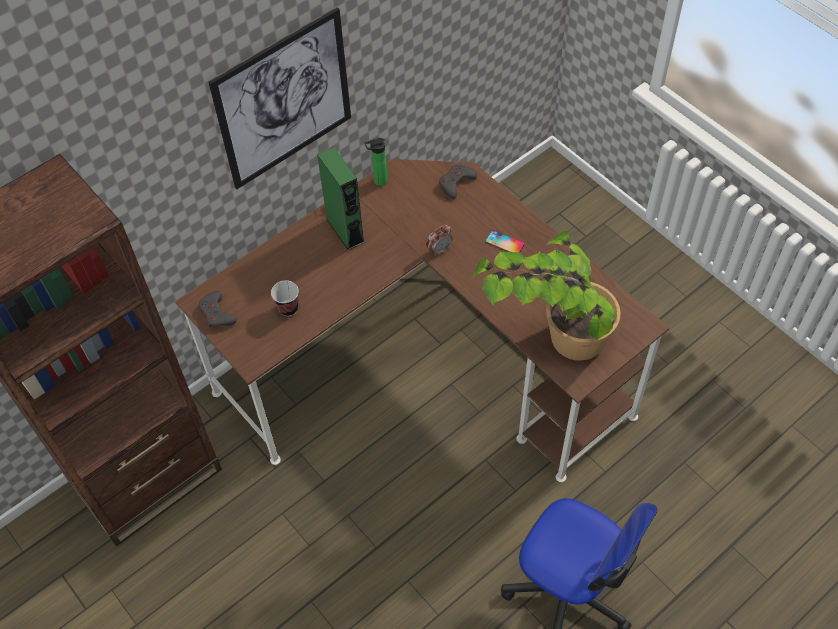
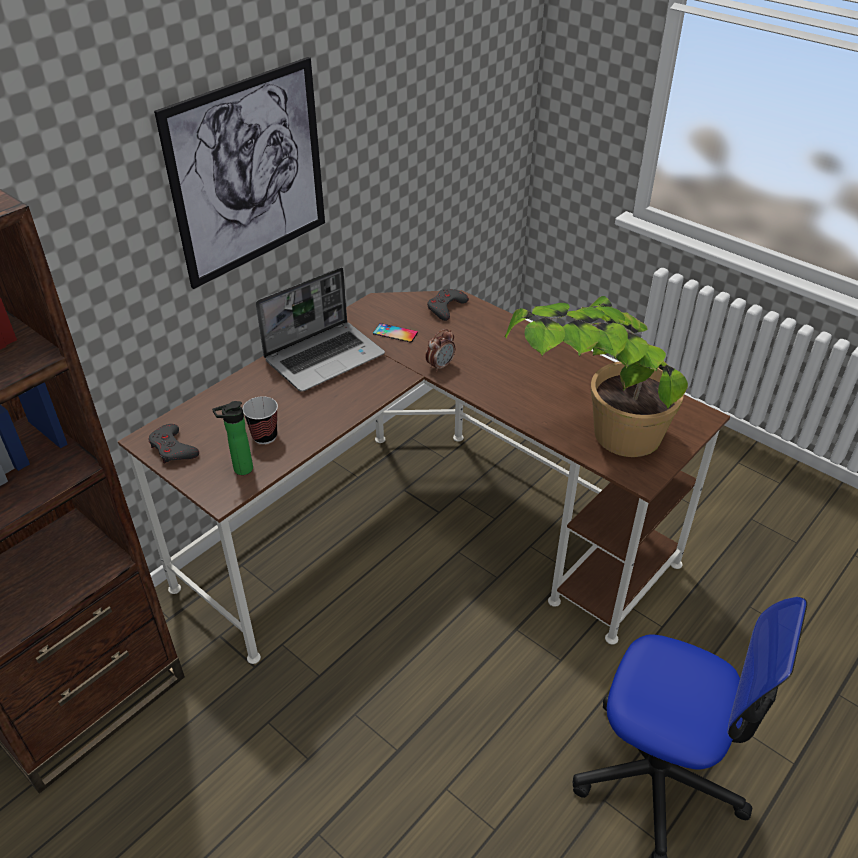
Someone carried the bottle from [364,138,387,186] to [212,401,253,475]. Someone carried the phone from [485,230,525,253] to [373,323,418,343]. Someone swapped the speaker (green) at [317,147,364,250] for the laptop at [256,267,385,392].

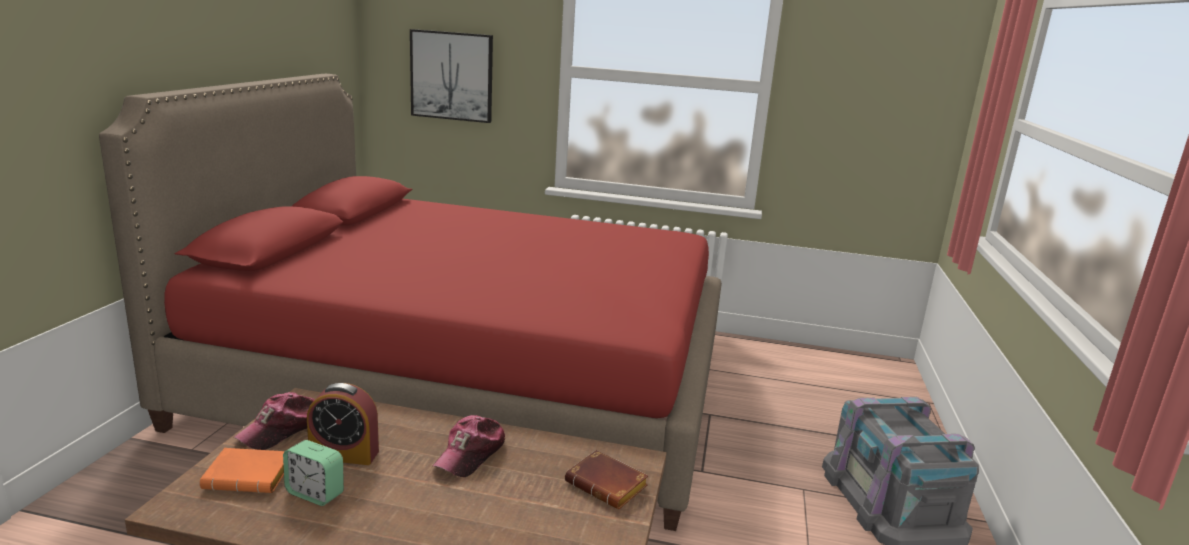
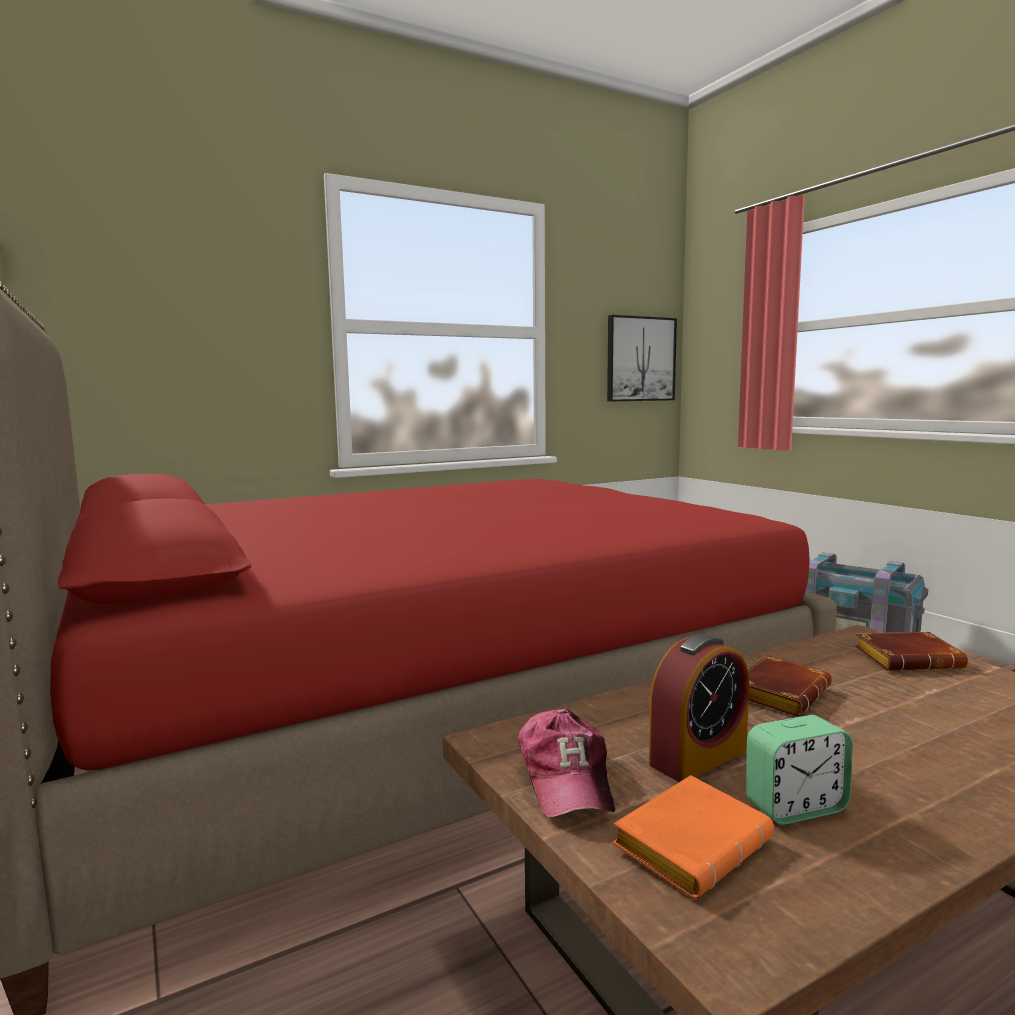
Someone carried the picture from [410,29,493,123] to [607,315,677,401]. Someone swapped the cap at [433,415,505,477] for the book (brown) at [748,655,832,717].

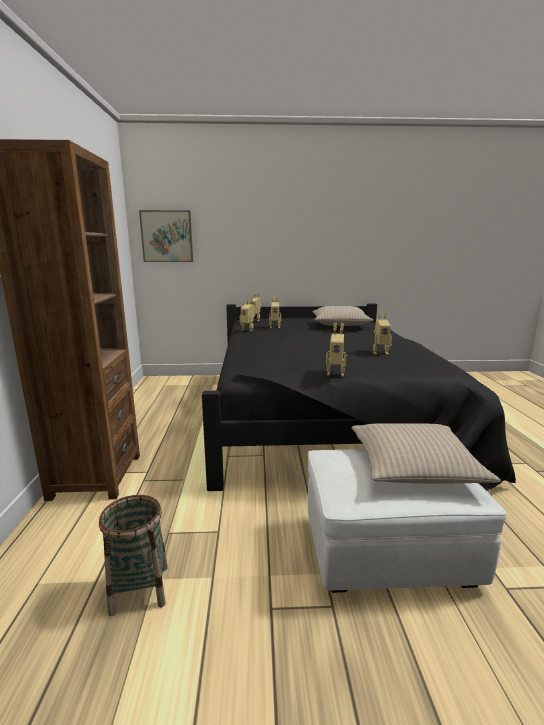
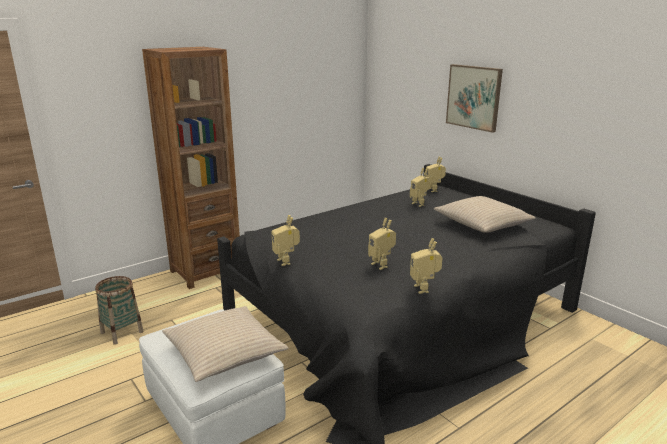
Someone carried the picture from [139,210,193,262] to [446,64,503,133]. Someone carried the toy robot from [240,297,255,331] to [410,238,443,294].

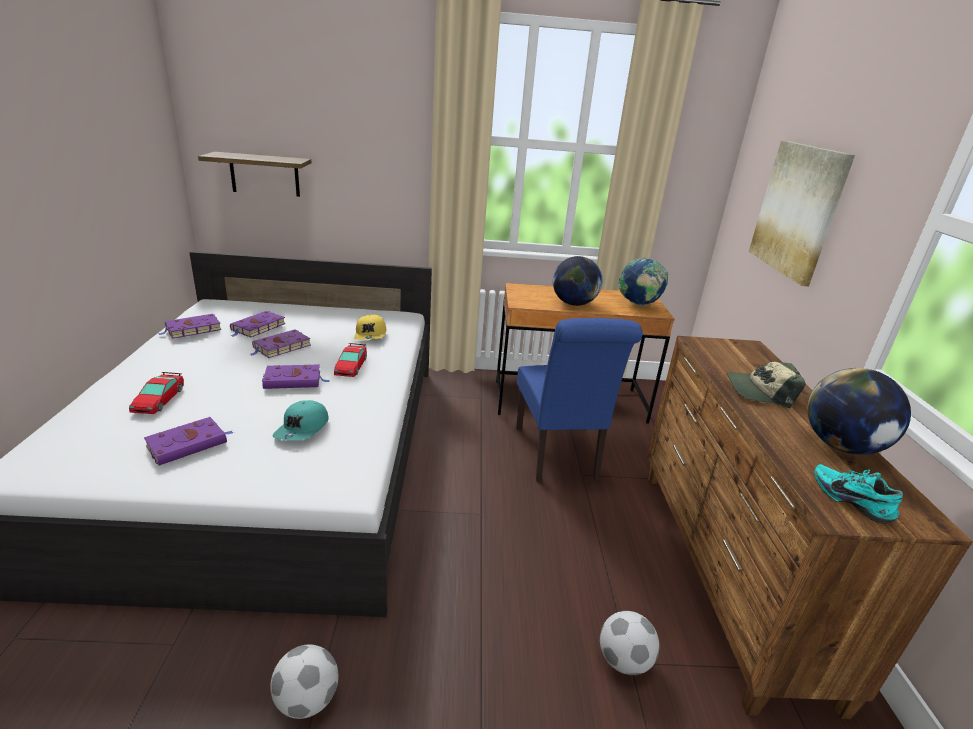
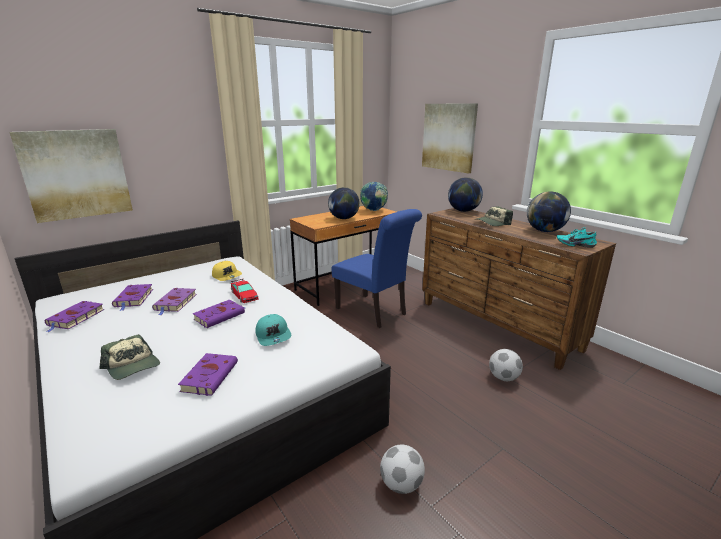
Someone put down the globe at [448,177,483,212]. Someone swapped the toy car at [129,372,184,414] for the cap at [100,335,160,380]. Someone swapped the shelf at [198,152,312,197] for the picture at [9,129,133,223].

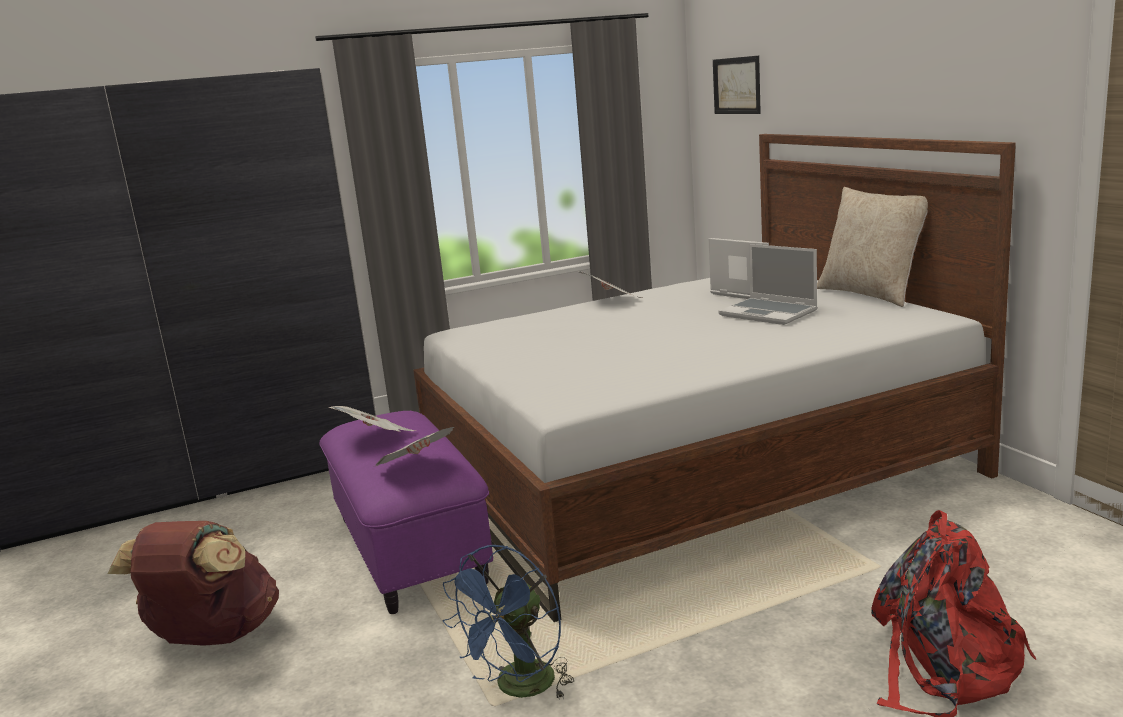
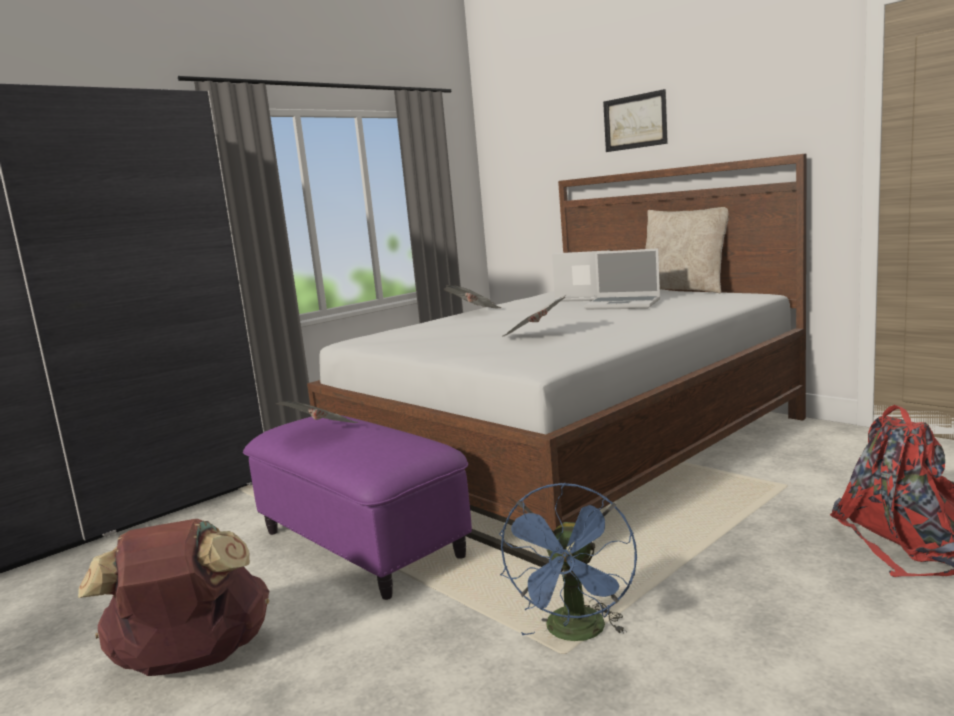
Someone carried the newspaper from [375,427,454,466] to [502,295,566,337]. Someone carried the picture from [713,56,761,114] to [603,89,668,152].

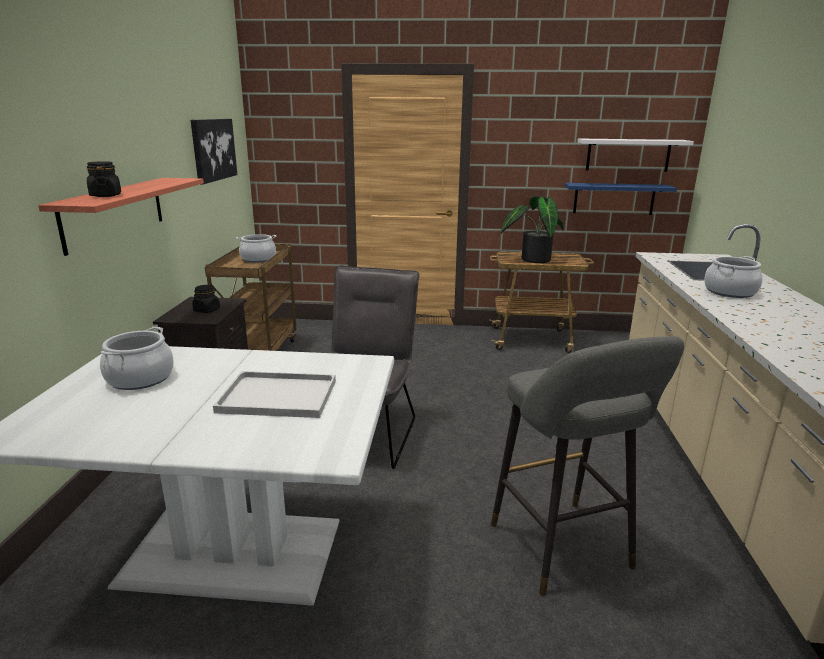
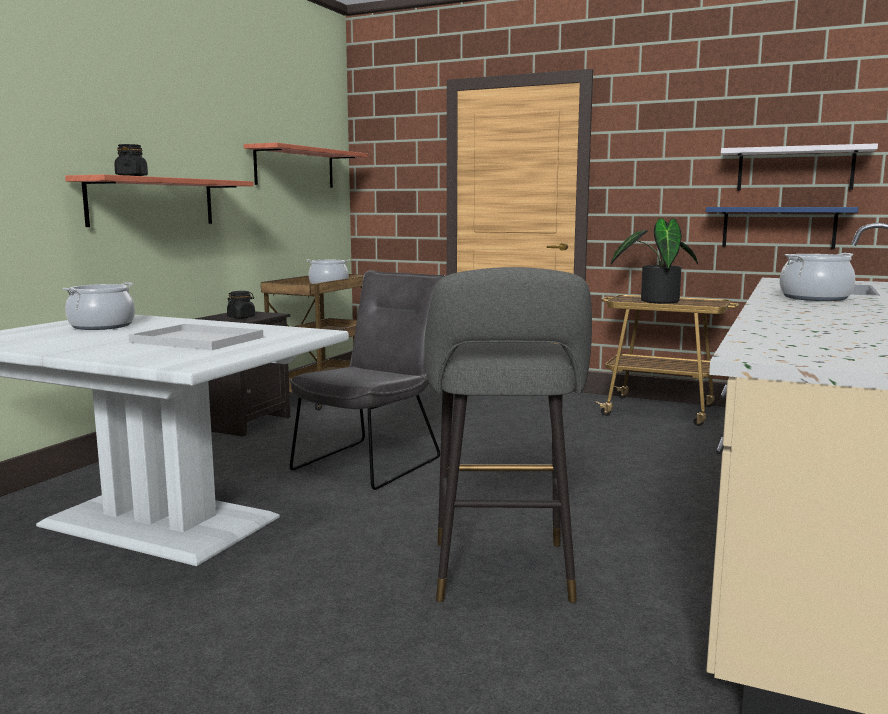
Someone swapped the picture at [191,119,237,184] for the shelf at [244,143,367,188].

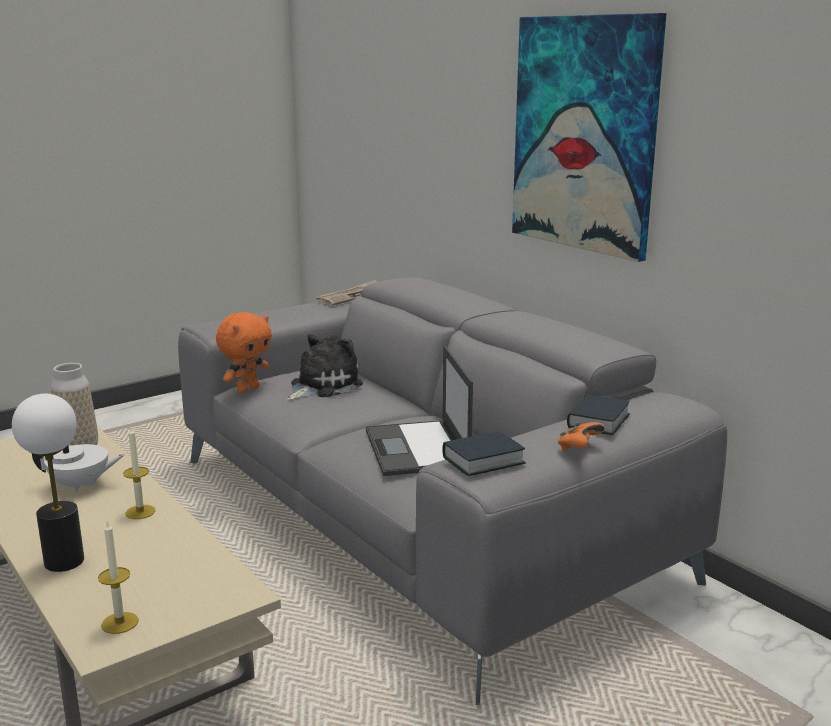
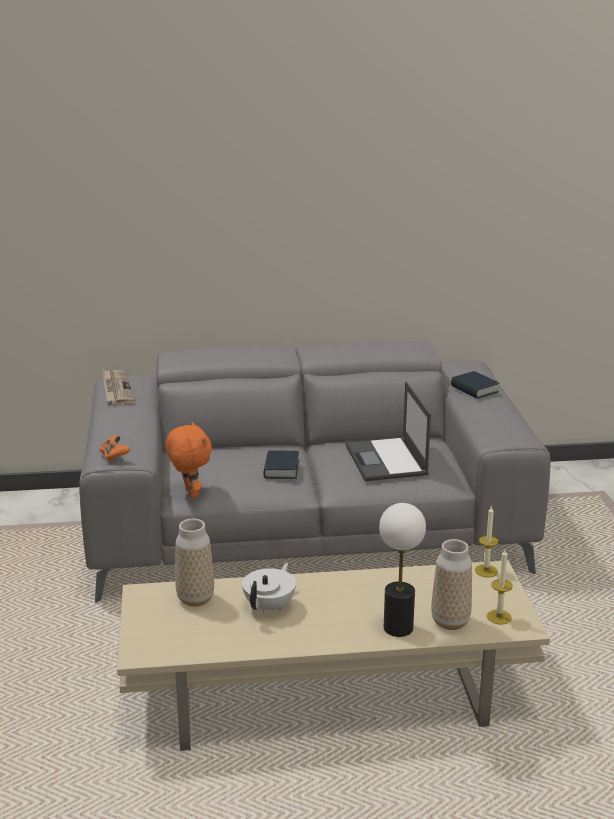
Someone took away the plush toy at [287,334,363,401]. Someone took away the picture at [512,13,666,262]. Someone put down the vase at [431,539,472,630]. Someone carried the candle from [123,427,155,519] to [475,505,499,577]. Someone carried the book from [442,431,526,476] to [263,450,299,479]. Someone carried the game controller (orange) from [558,422,605,451] to [99,435,130,462]. Someone rotated the laptop at [366,346,473,476] by 60 degrees clockwise.

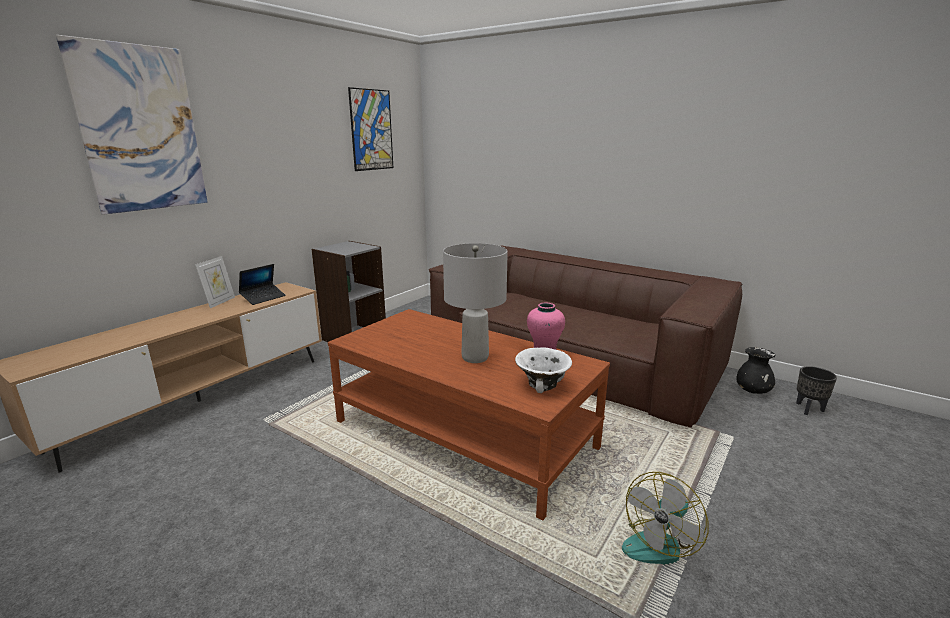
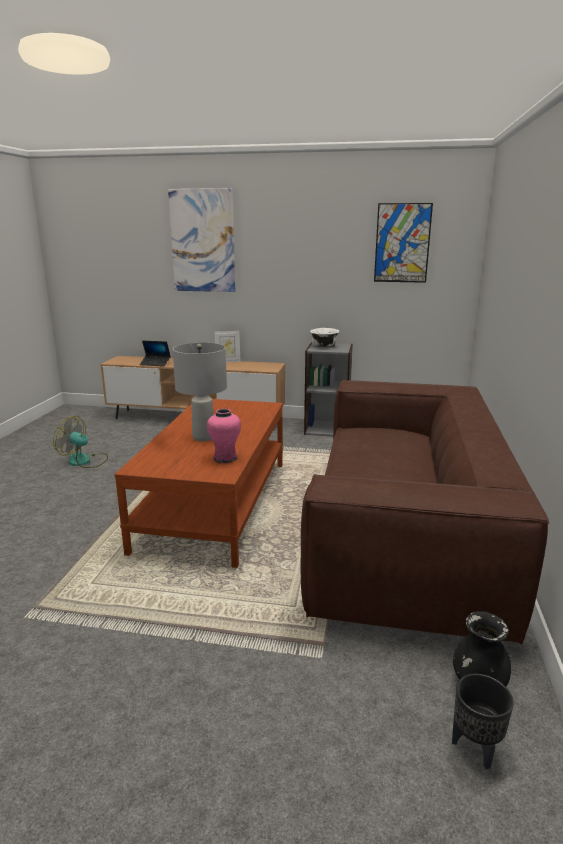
Someone carried the laptop from [239,264,286,305] to [140,341,171,367]. Someone carried the bowl (white) from [515,347,572,393] to [310,328,339,347]. Someone carried the fan from [622,472,709,565] to [53,416,108,468].

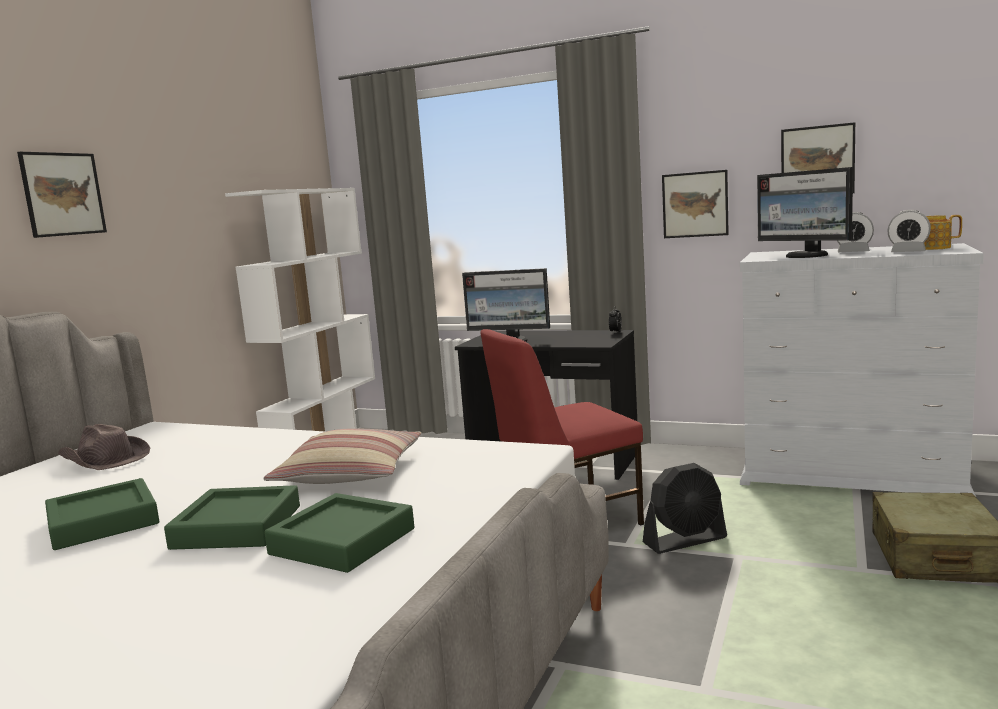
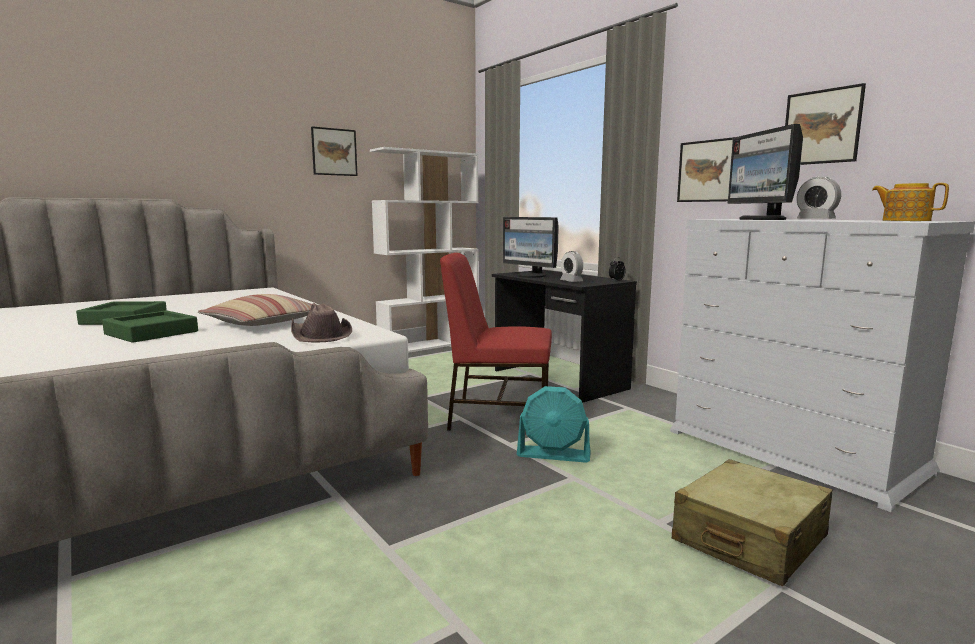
Someone took away the tray (green) at [264,493,414,573]. Someone carried the picture from [17,152,107,238] to [311,126,358,176]. Someone carried the hat (brown) from [58,424,151,470] to [291,303,352,342]. Someone carried the alarm clock from [888,210,931,252] to [560,251,583,282]. Someone repainted the fan (black) at [643,463,727,554], which became the fan (turquoise) at [517,386,591,463].

